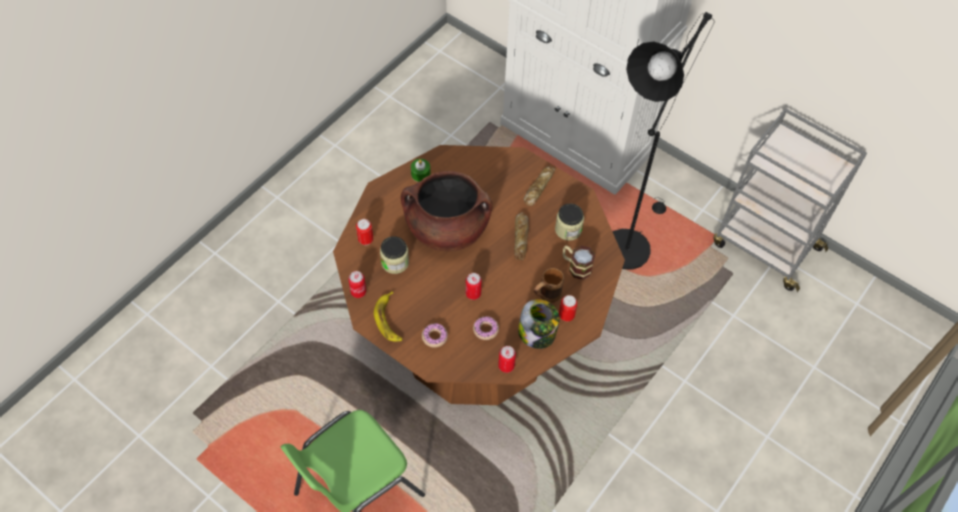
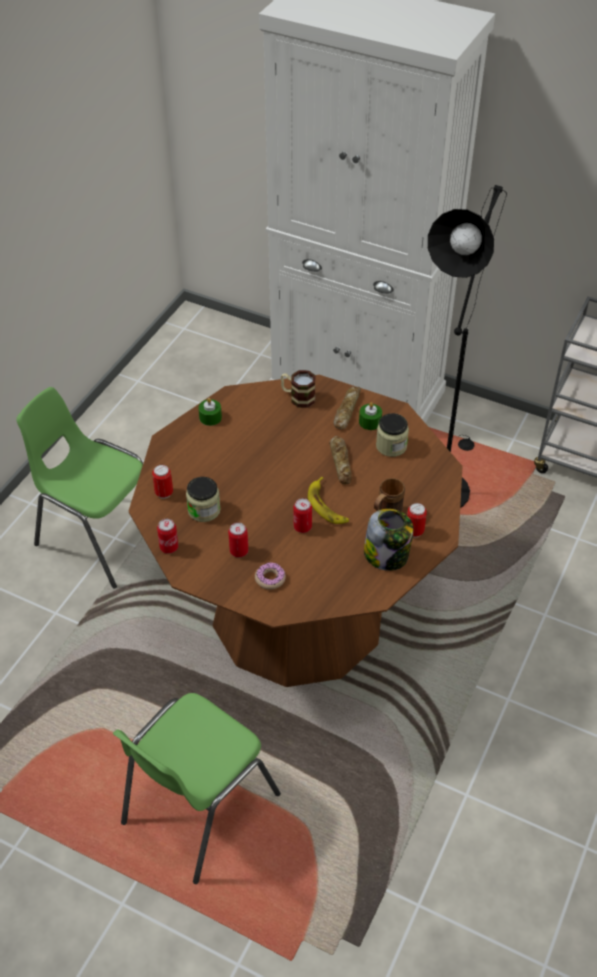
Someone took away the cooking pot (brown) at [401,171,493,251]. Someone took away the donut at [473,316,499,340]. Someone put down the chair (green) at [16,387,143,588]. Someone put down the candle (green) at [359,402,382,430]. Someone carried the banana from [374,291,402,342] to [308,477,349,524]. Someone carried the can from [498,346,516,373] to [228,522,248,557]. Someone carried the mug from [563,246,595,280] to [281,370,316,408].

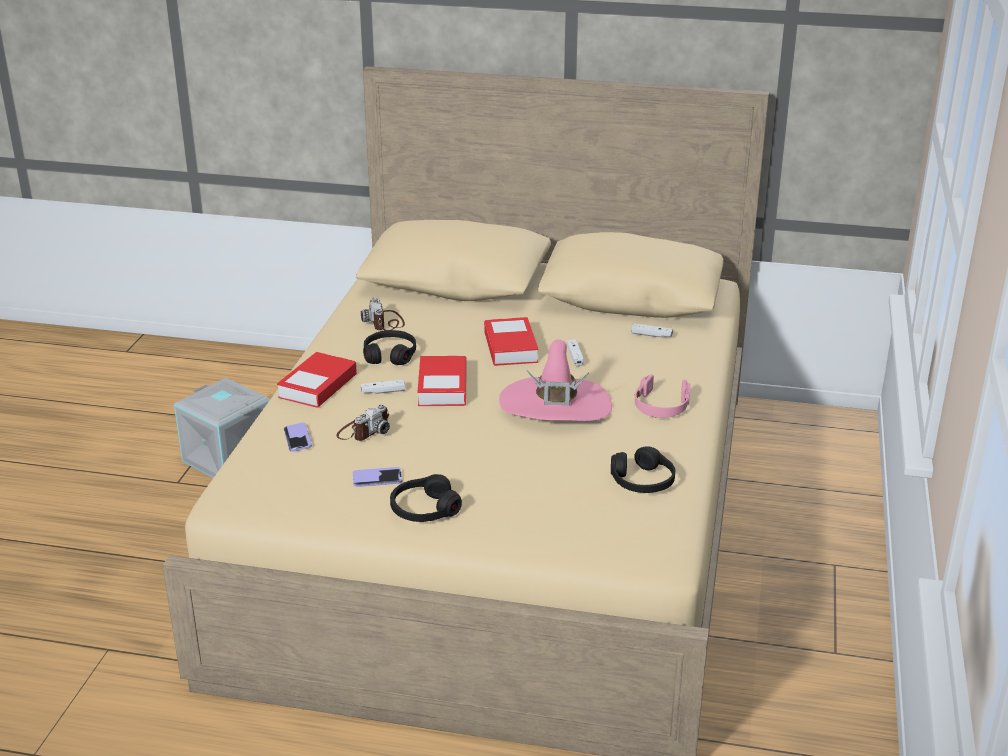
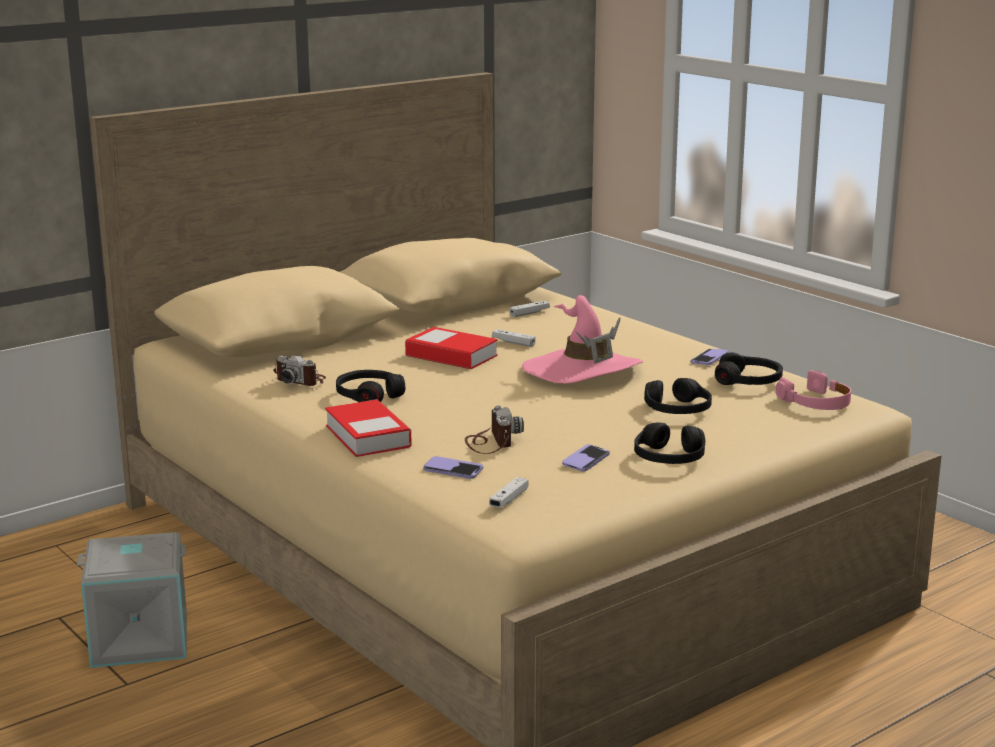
Someone took away the book at [418,356,467,406]. Someone put down the headphones (black) at [644,378,712,414]. Someone put down the phone at [691,349,729,365]. Someone carried the game controller (white) from [361,380,405,394] to [489,477,529,508]. Someone carried the headphones (pink) from [635,374,691,418] to [776,370,851,410].

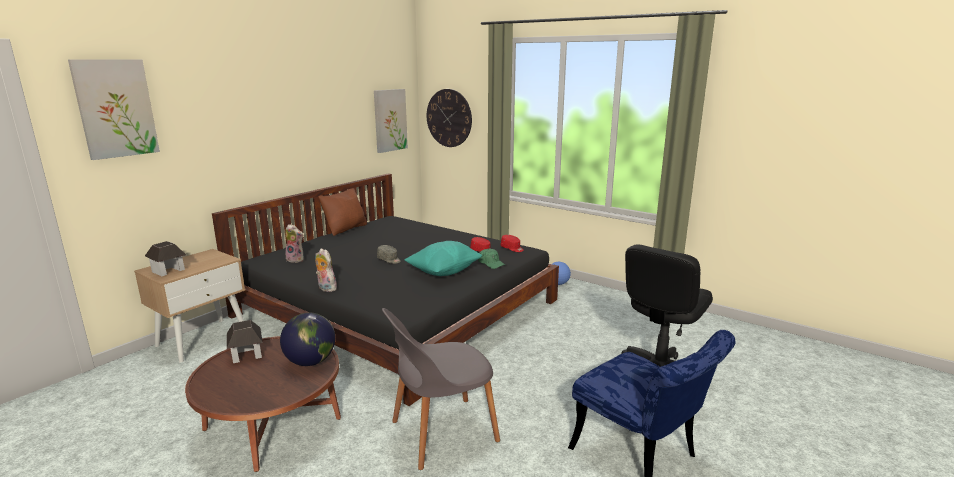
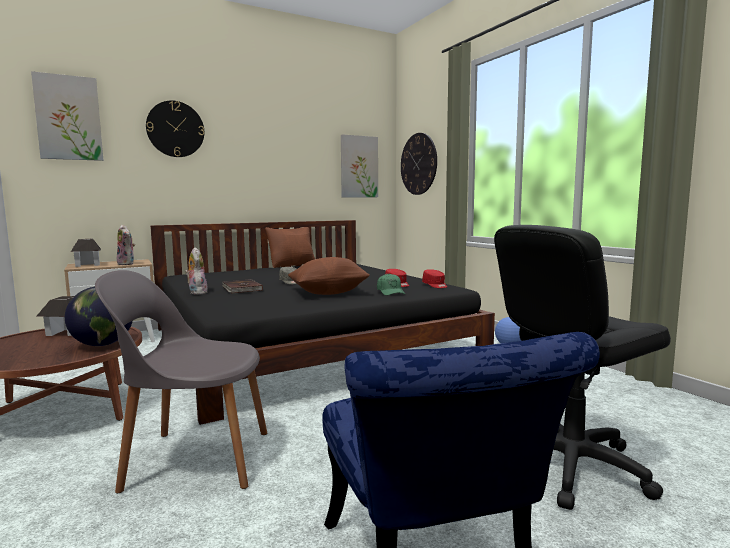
Someone put up the wall clock at [146,101,204,157]. Someone put down the book (brown) at [222,279,263,294]. Someone carried the plush toy from [285,224,304,263] to [117,225,135,265]. Someone repainted the pillow (turquoise) at [404,241,482,276], which became the pillow (brown) at [288,257,370,295].

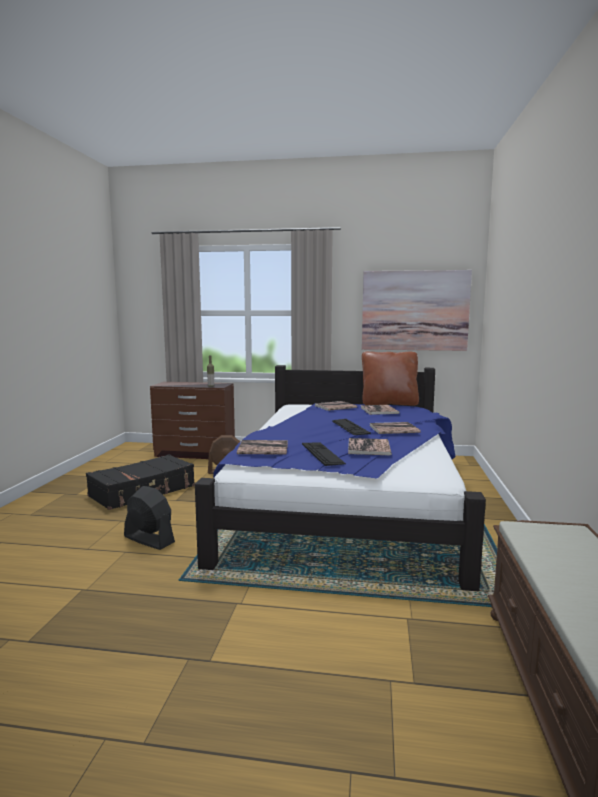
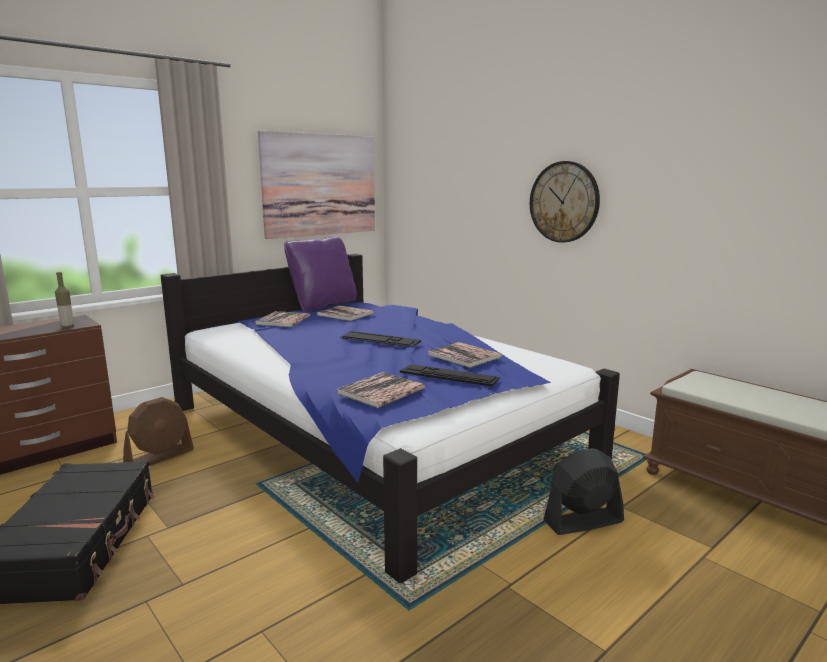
Someone took away the book at [370,422,421,434]. Someone put up the wall clock at [530,161,600,243]. Someone carried the fan (black) from [124,486,175,550] to [543,449,624,535]. Someone repainted the pillow (brown) at [362,351,419,406], which became the pillow (purple) at [284,237,357,311].

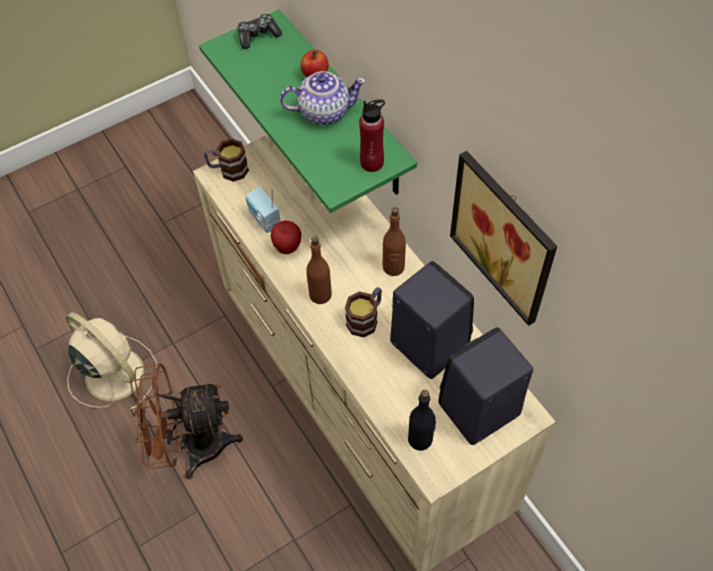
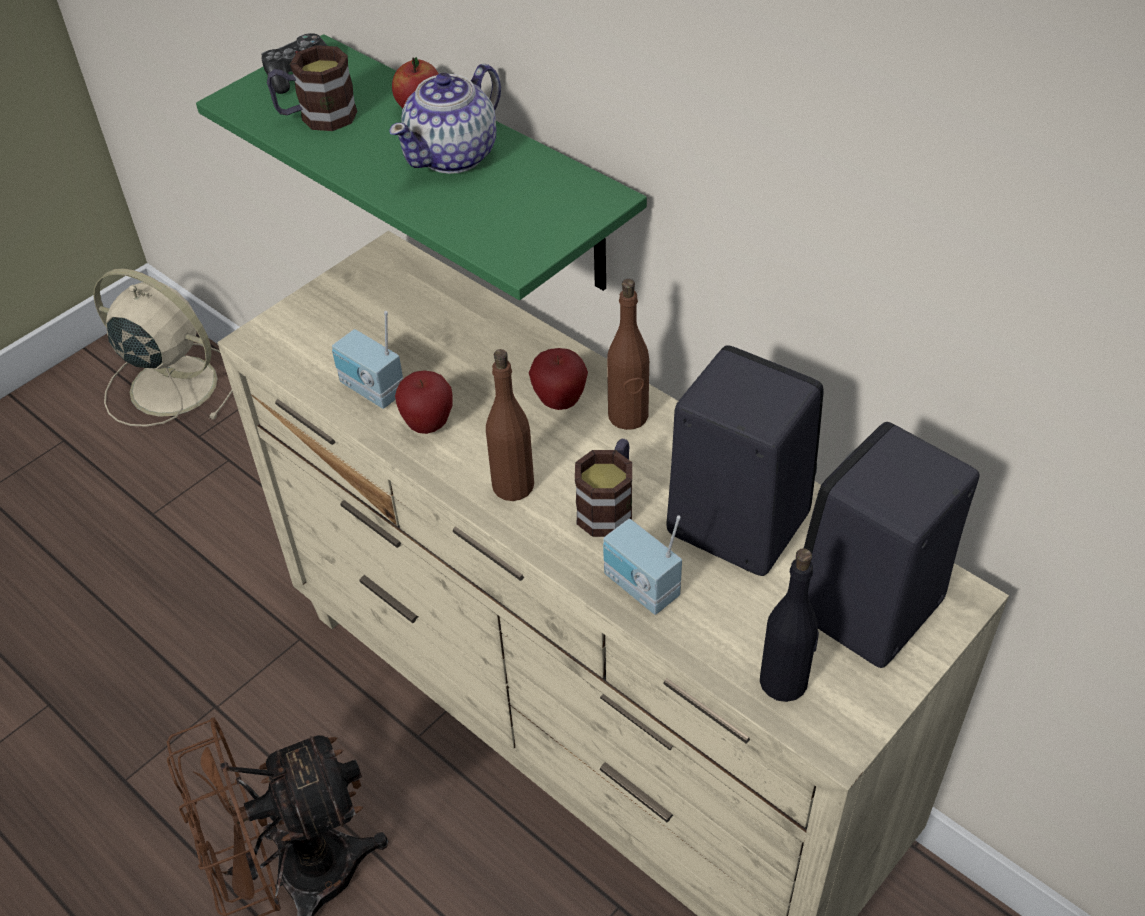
Someone took away the bottle (red) at [359,99,385,172]. Someone took away the picture at [450,151,557,326]. Someone put down the apple at [529,348,588,410]. Someone put down the radio at [603,515,682,615]. Someone carried the fan (beige) from [65,312,157,412] to [93,268,233,426]. Someone carried the mug from [204,139,249,182] to [267,45,358,131]. Someone rotated the teapot at [280,71,366,125] by 150 degrees clockwise.

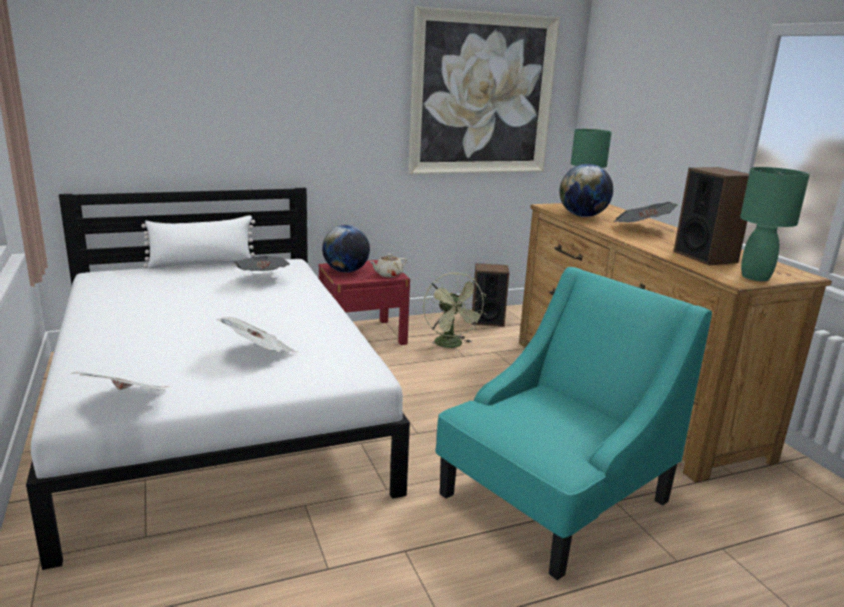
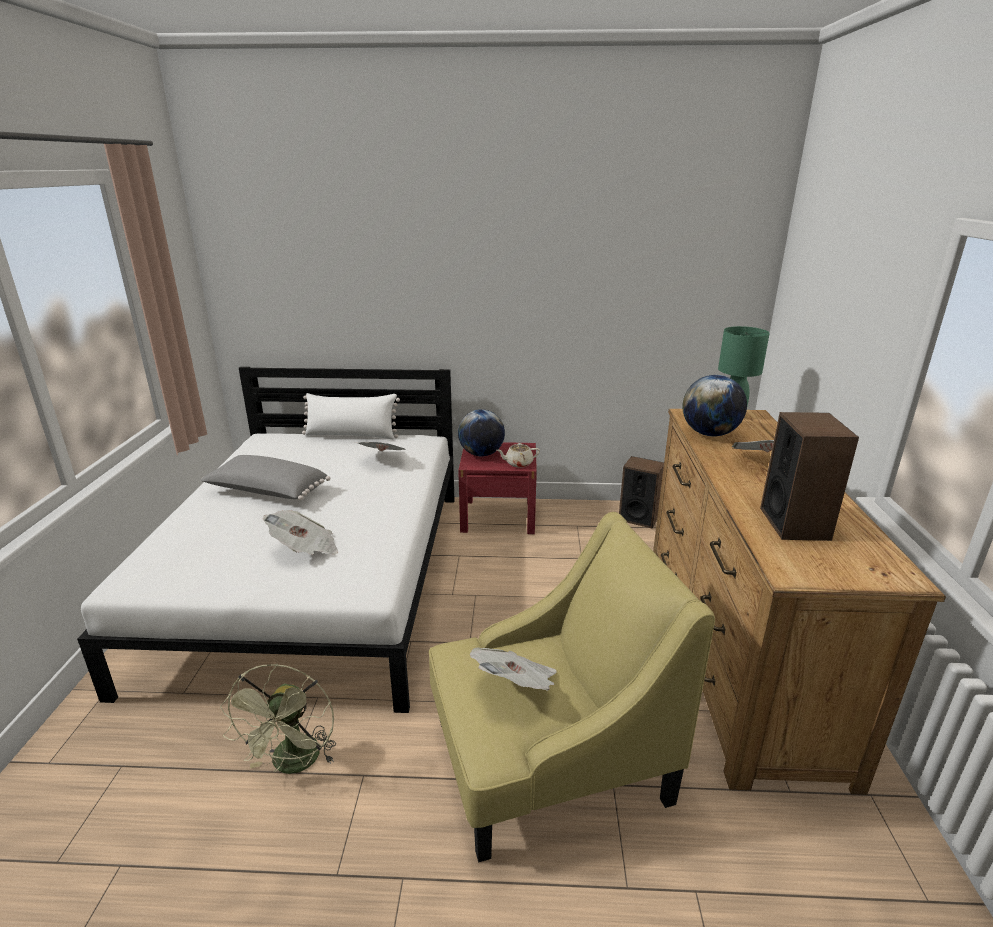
Someone took away the picture at [408,6,560,174]. Someone took away the table lamp (green) at [740,167,810,281]. Someone put down the pillow (grey) at [201,455,330,500]. Someone carried the newspaper from [71,372,169,390] to [470,648,557,691]. Someone carried the fan (green) from [423,273,487,349] to [220,664,336,774]. Someone repainted the armchair (turquoise) at [435,267,712,580], which became the armchair (yellow) at [429,512,715,863].

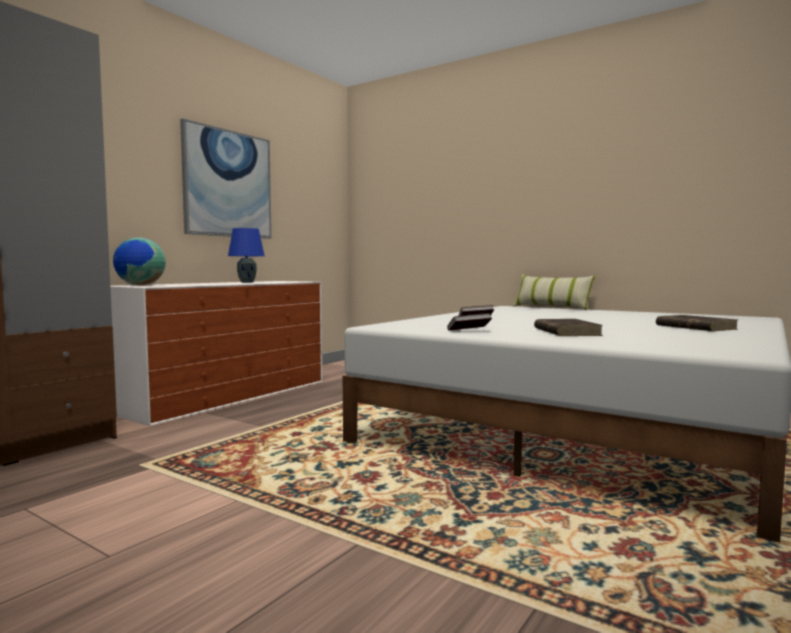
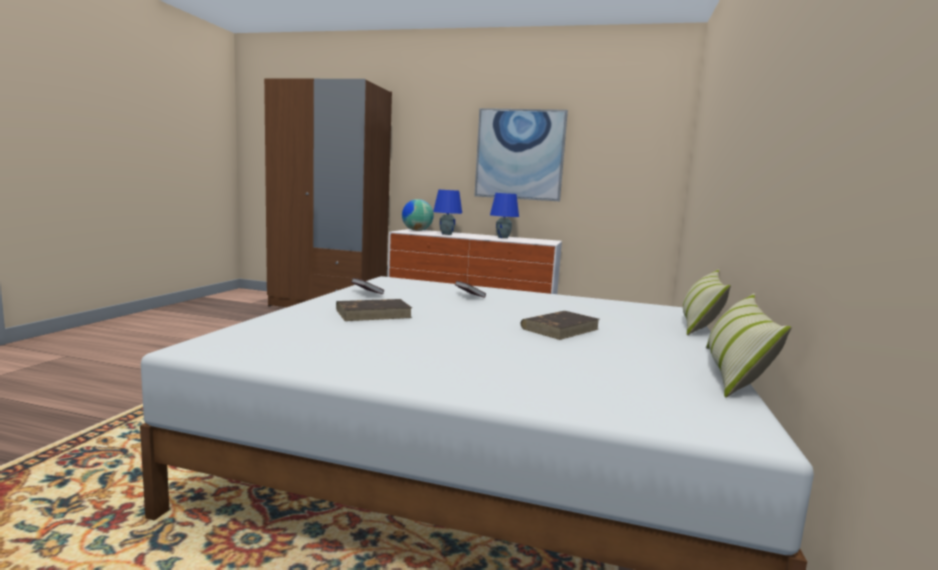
Someone put down the table lamp (blue) at [433,189,462,235]. Someone put down the pillow at [706,293,792,398]. Someone carried the book (brown) from [656,315,738,331] to [521,311,599,340].

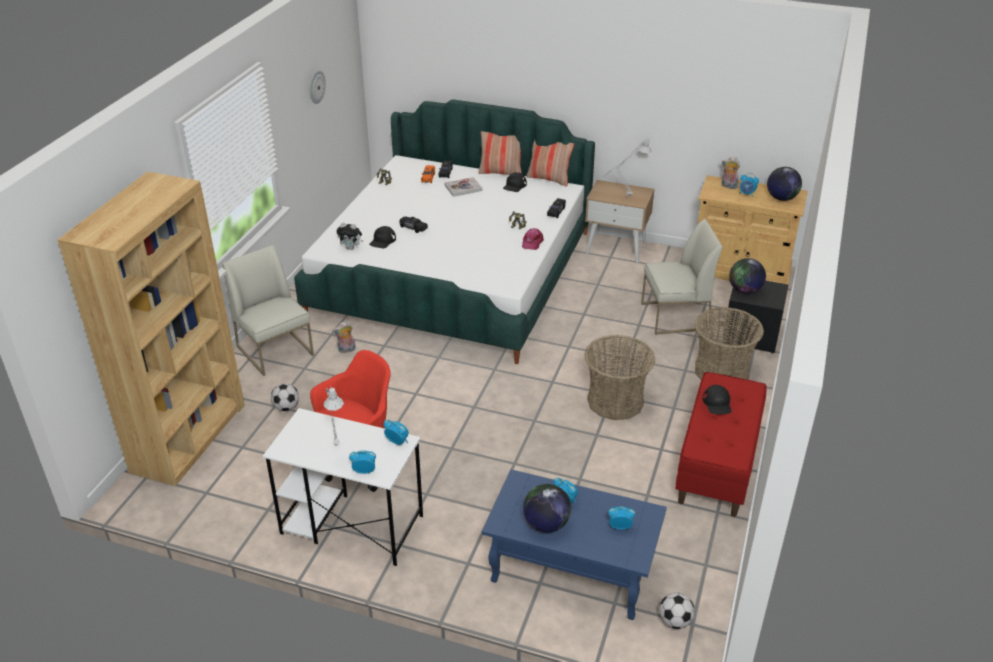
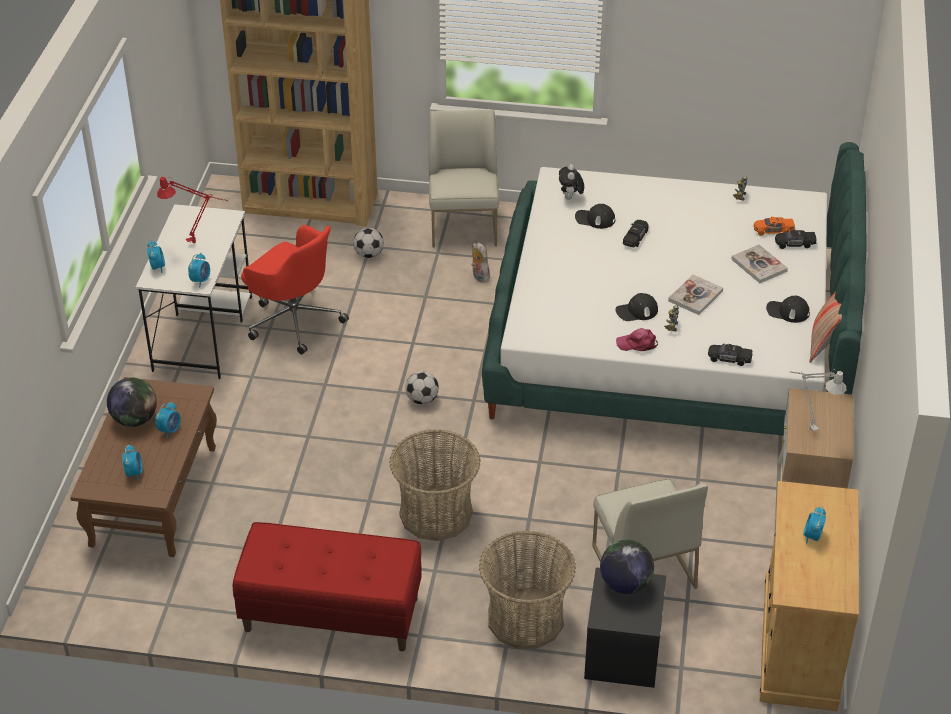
Someone took away the wall clock at [310,70,326,104]. Someone took away the pillow at [478,131,522,175]. Someone took away the plush toy at [722,157,740,189]. Someone took away the globe at [767,167,802,201]. Someone put down the book at [668,275,723,315]. Someone carried the football from [659,593,695,629] to [405,371,439,404]. Someone carried the cap (black) from [703,385,732,414] to [615,293,658,321]. Someone repainted the table lamp (grey) at [324,385,344,448], which became the table lamp (red) at [157,177,228,243]. Someone repainted the coffee table (blue) at [482,469,667,620], which became the coffee table (brown) at [70,377,217,557]. Someone rotated the chair (white) at [222,245,314,376] by 45 degrees counterclockwise.

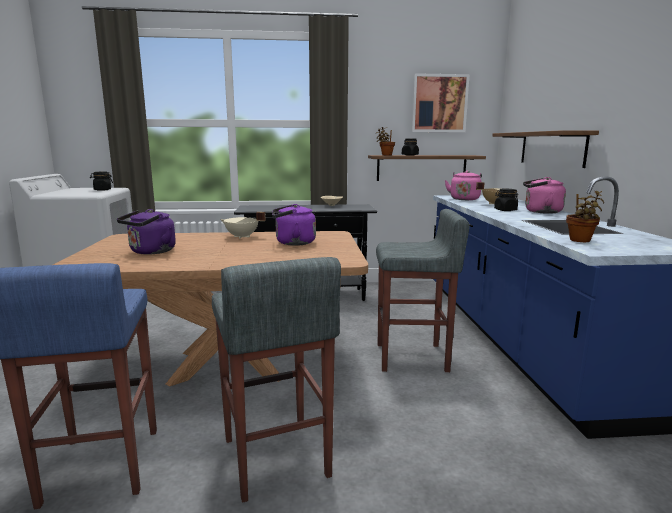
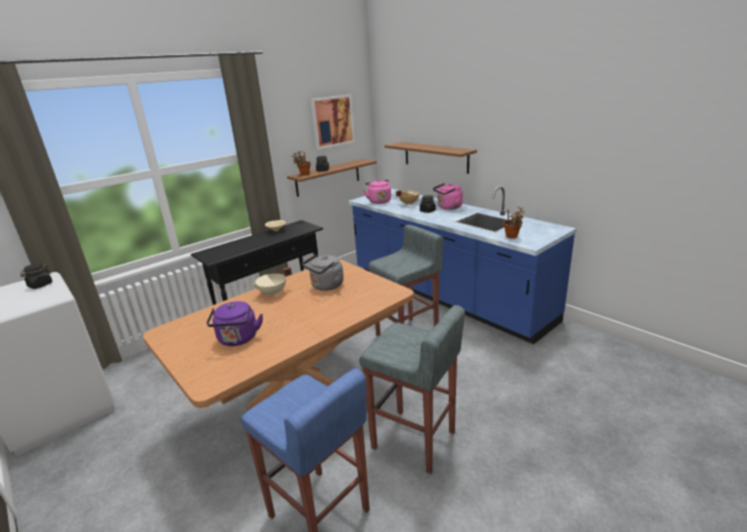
Someone repainted the kettle (purple) at [272,204,316,246], which became the kettle (grey) at [302,255,344,291].

